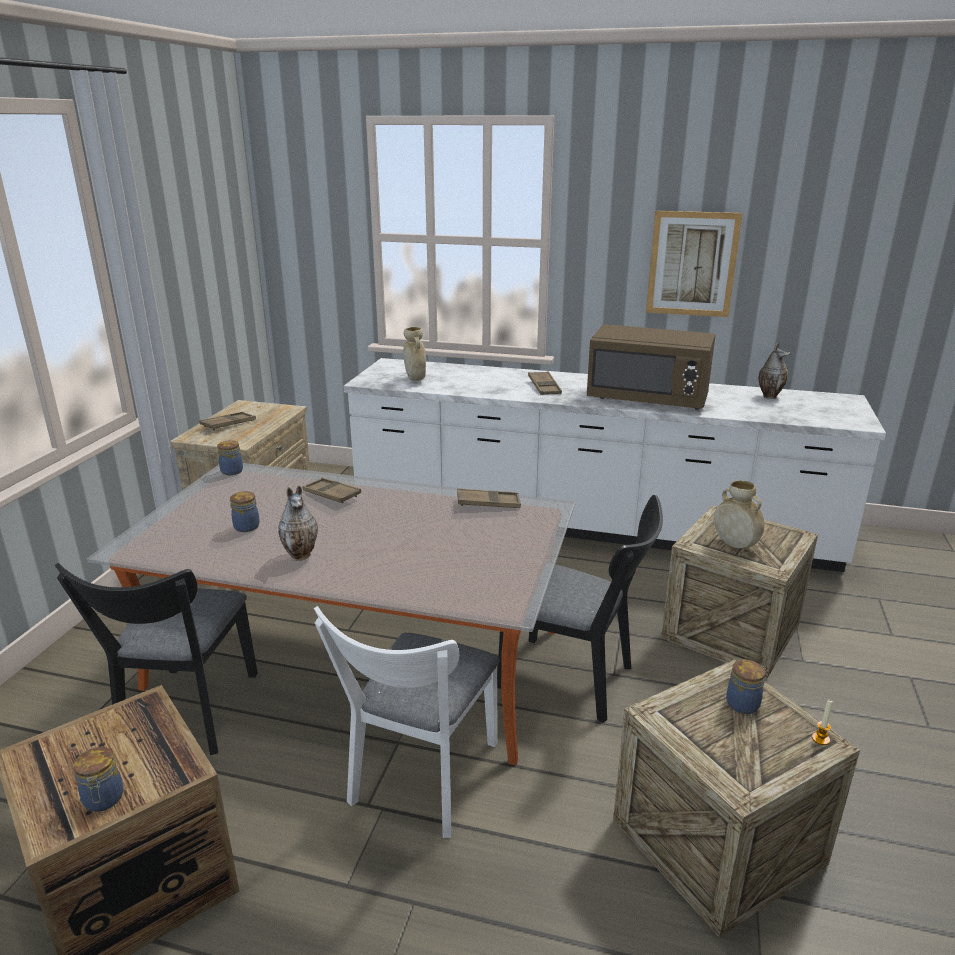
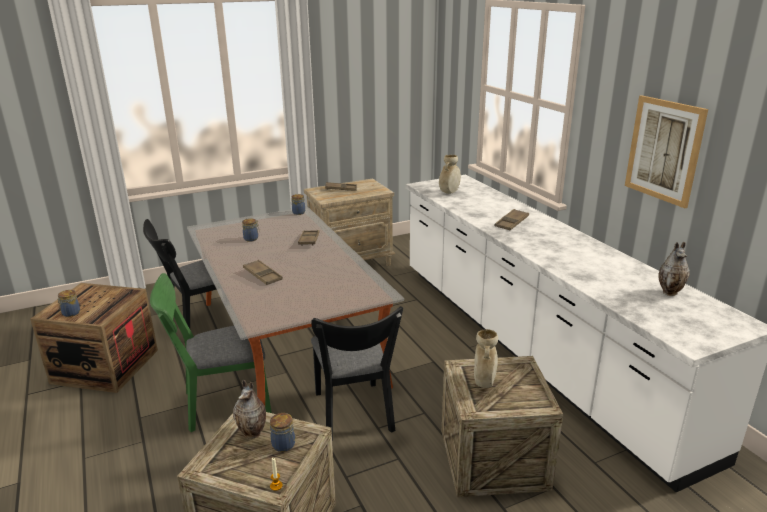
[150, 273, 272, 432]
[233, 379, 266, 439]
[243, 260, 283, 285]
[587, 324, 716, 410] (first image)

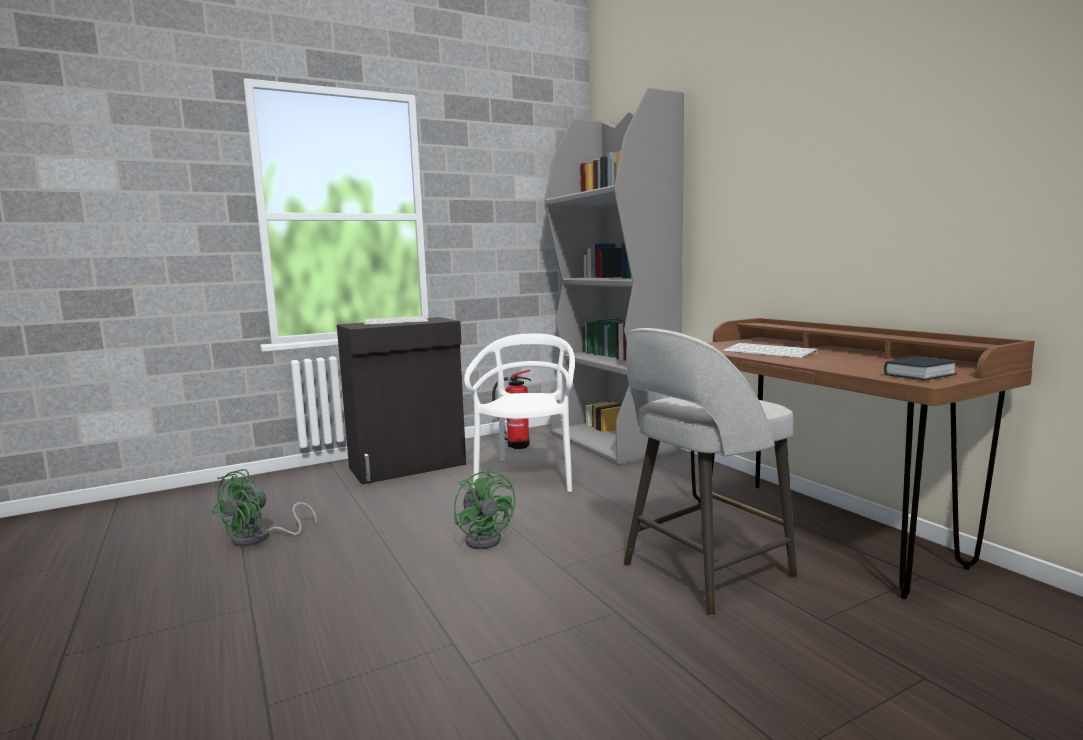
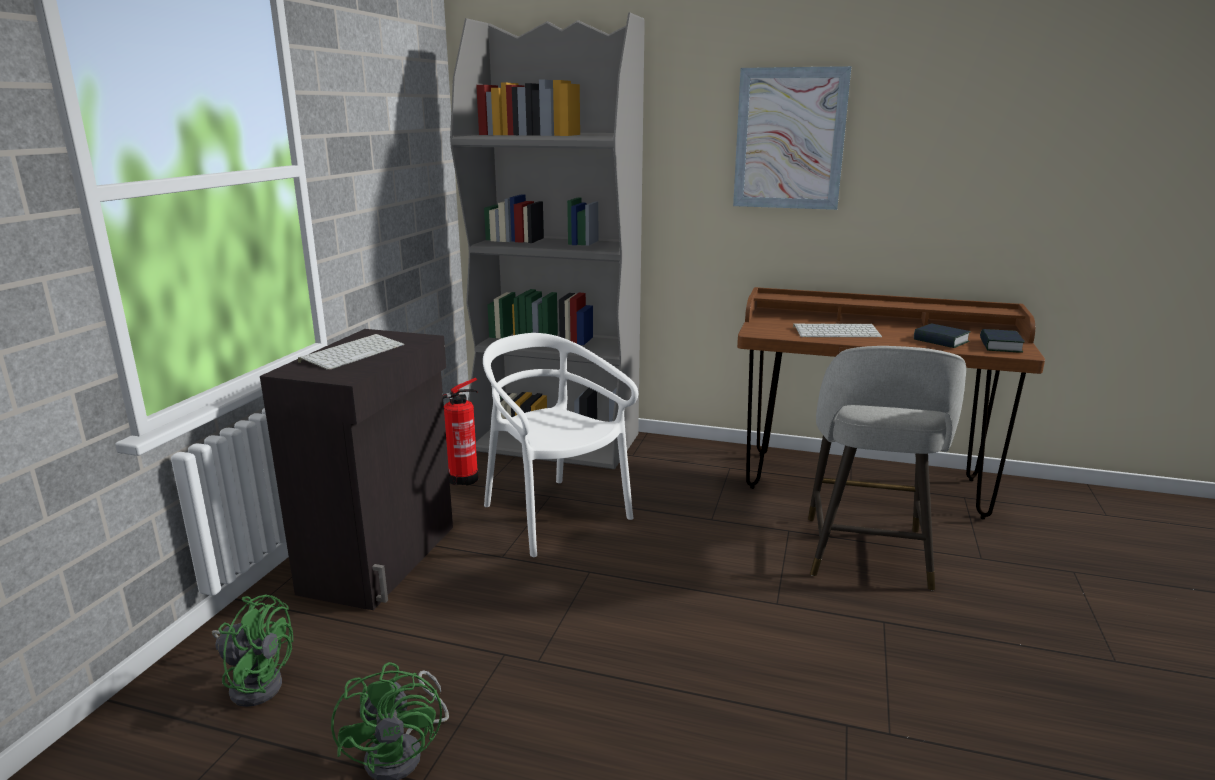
[212, 594, 293, 707]
[733, 66, 851, 210]
[914, 324, 971, 348]

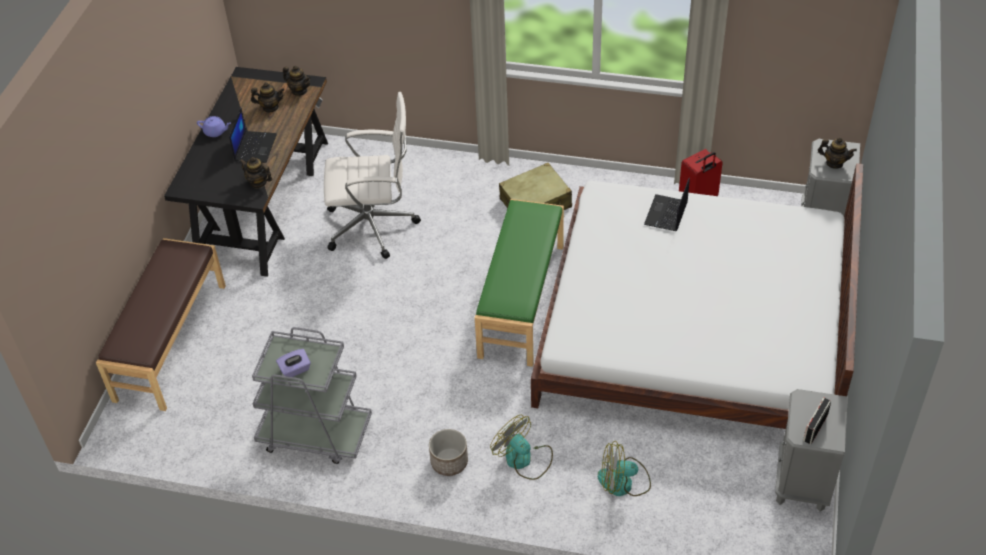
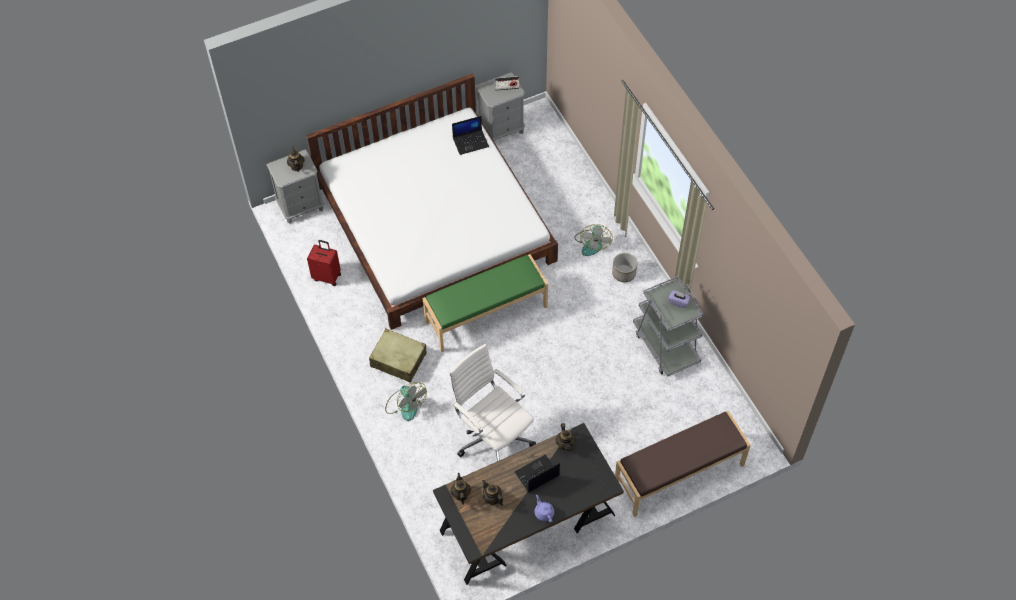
[385, 382, 427, 421]
[452, 116, 489, 155]

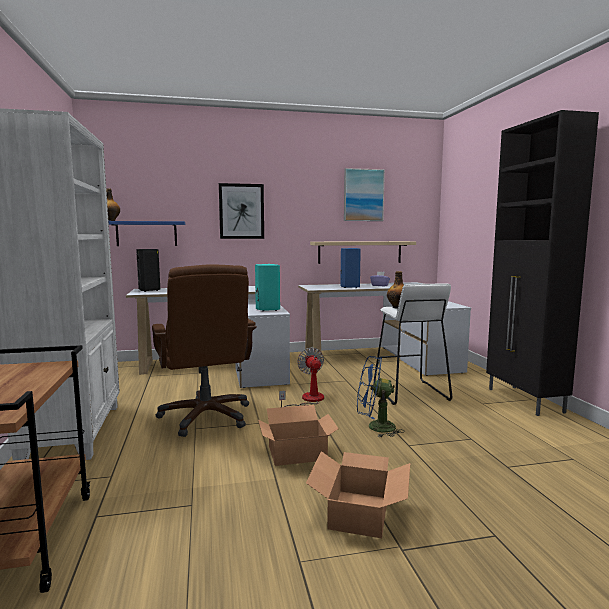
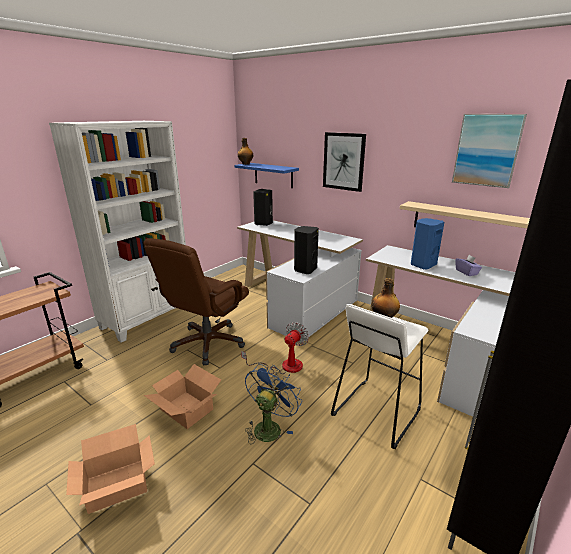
[245, 364, 302, 444]
[294, 226, 319, 274]

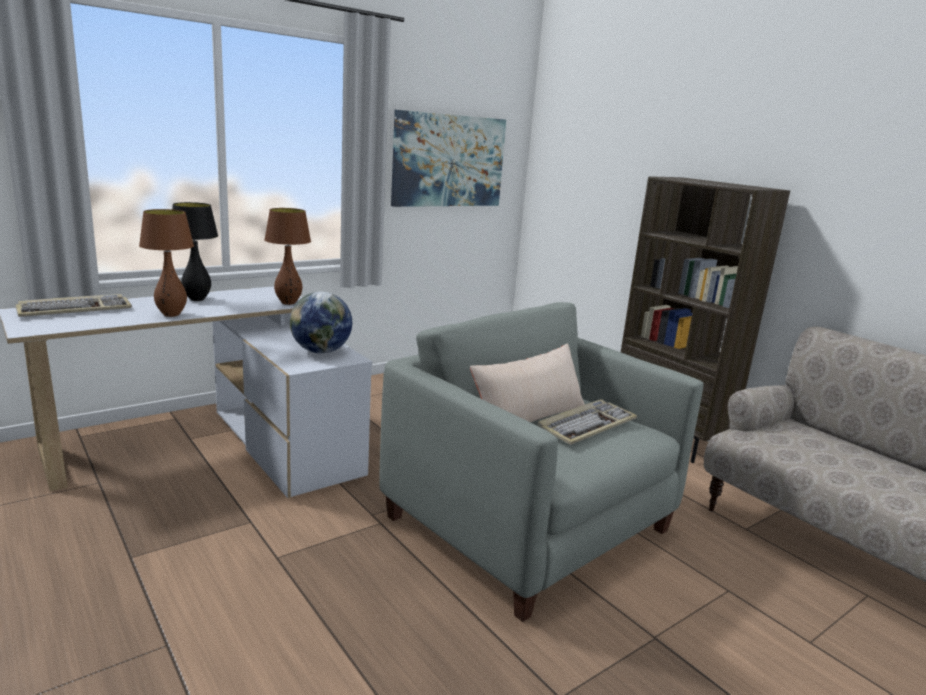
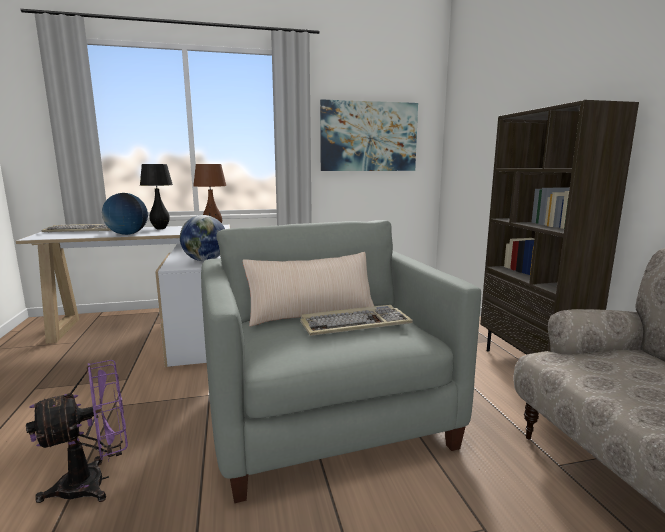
[26, 360, 128, 503]
[102, 193, 148, 235]

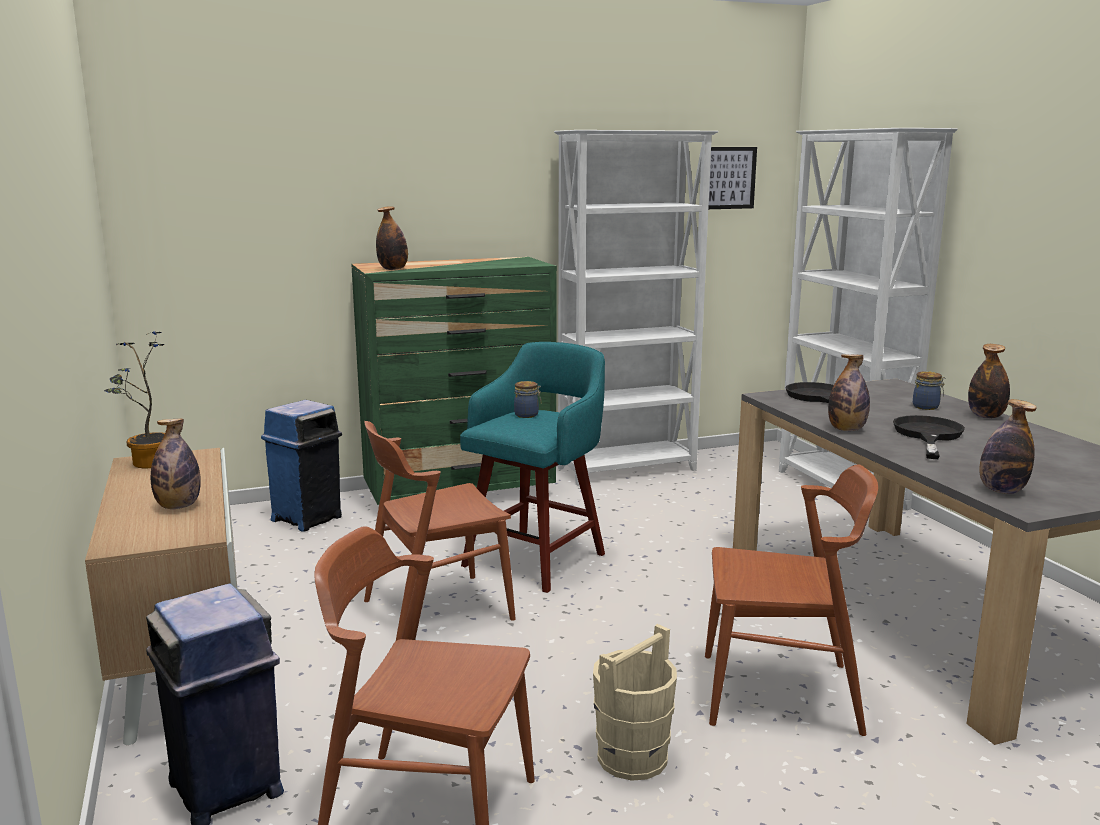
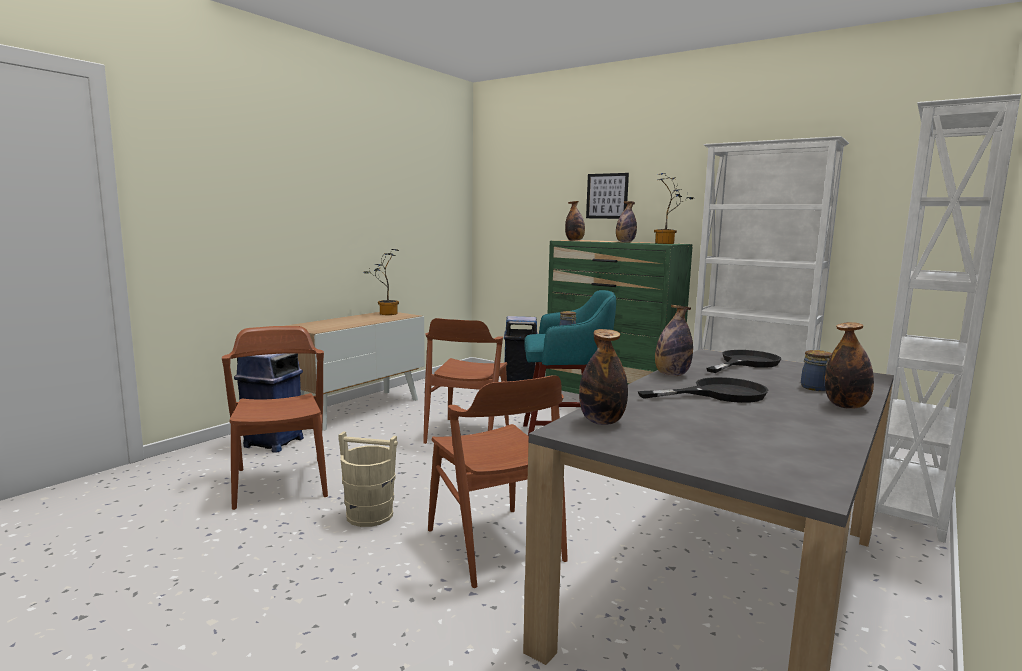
[423, 318, 509, 444]
[586, 173, 629, 219]
[616, 201, 637, 242]
[654, 173, 694, 244]

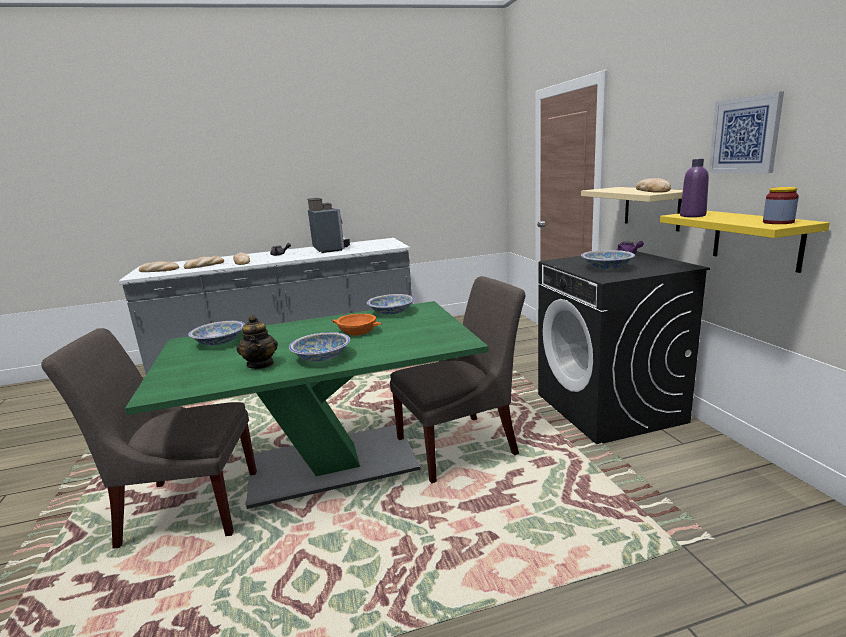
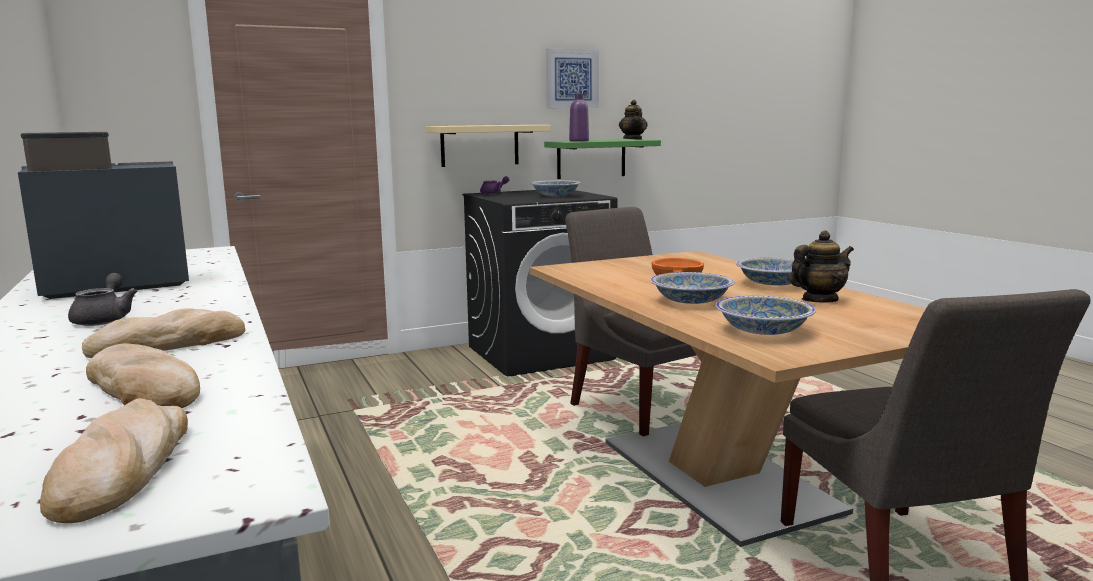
[529, 251, 926, 547]
[544, 139, 661, 179]
[619, 100, 647, 140]
[650, 272, 735, 304]
[636, 178, 671, 193] (first image)

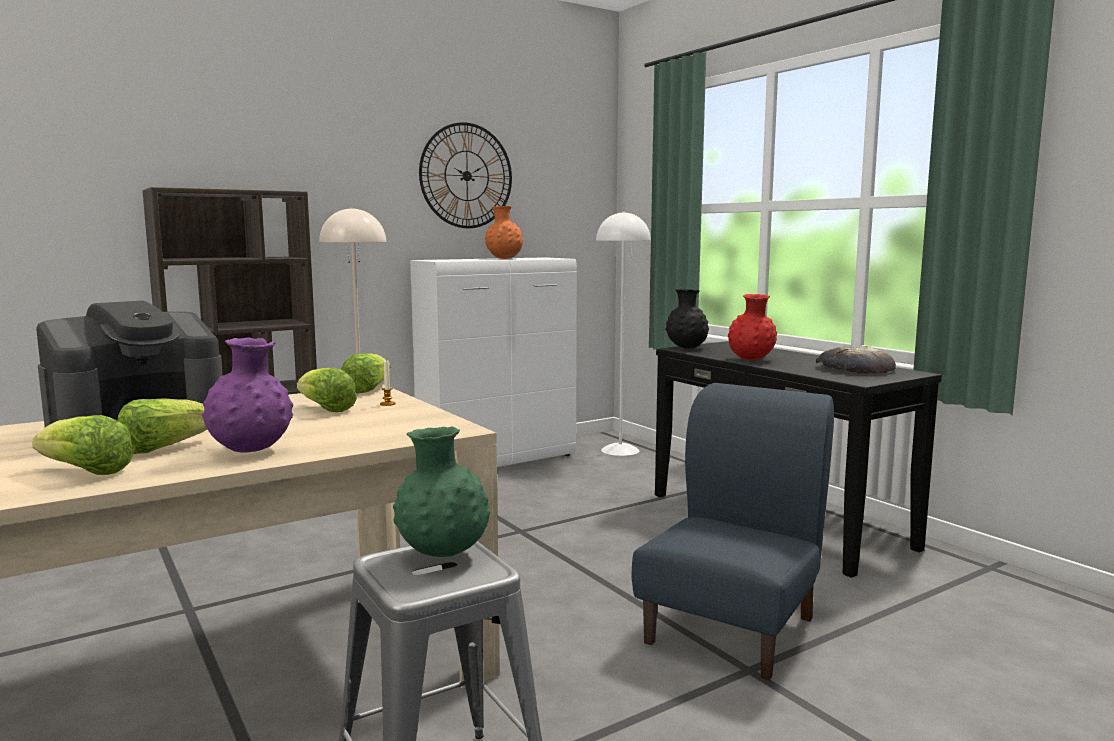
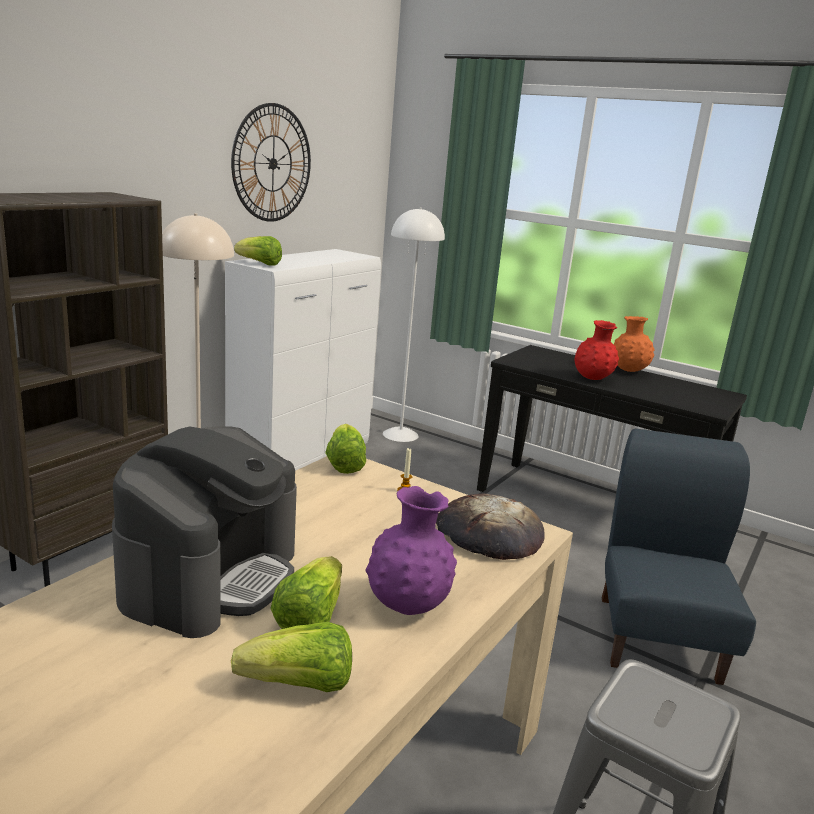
[234, 236, 282, 265]
[436, 494, 545, 560]
[613, 316, 655, 372]
[393, 427, 490, 557] (first image)
[665, 289, 709, 349] (first image)

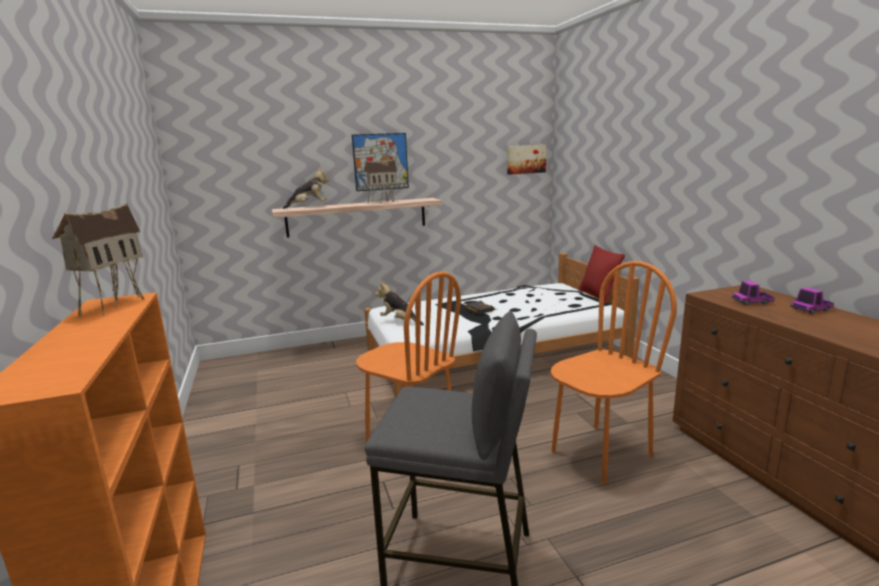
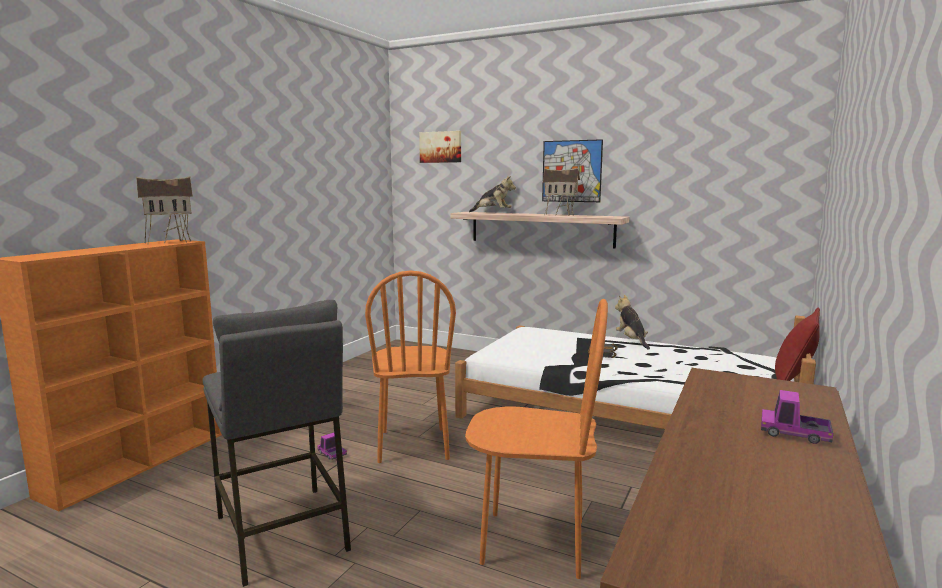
[317, 432, 347, 460]
[419, 131, 461, 163]
[615, 295, 650, 349]

